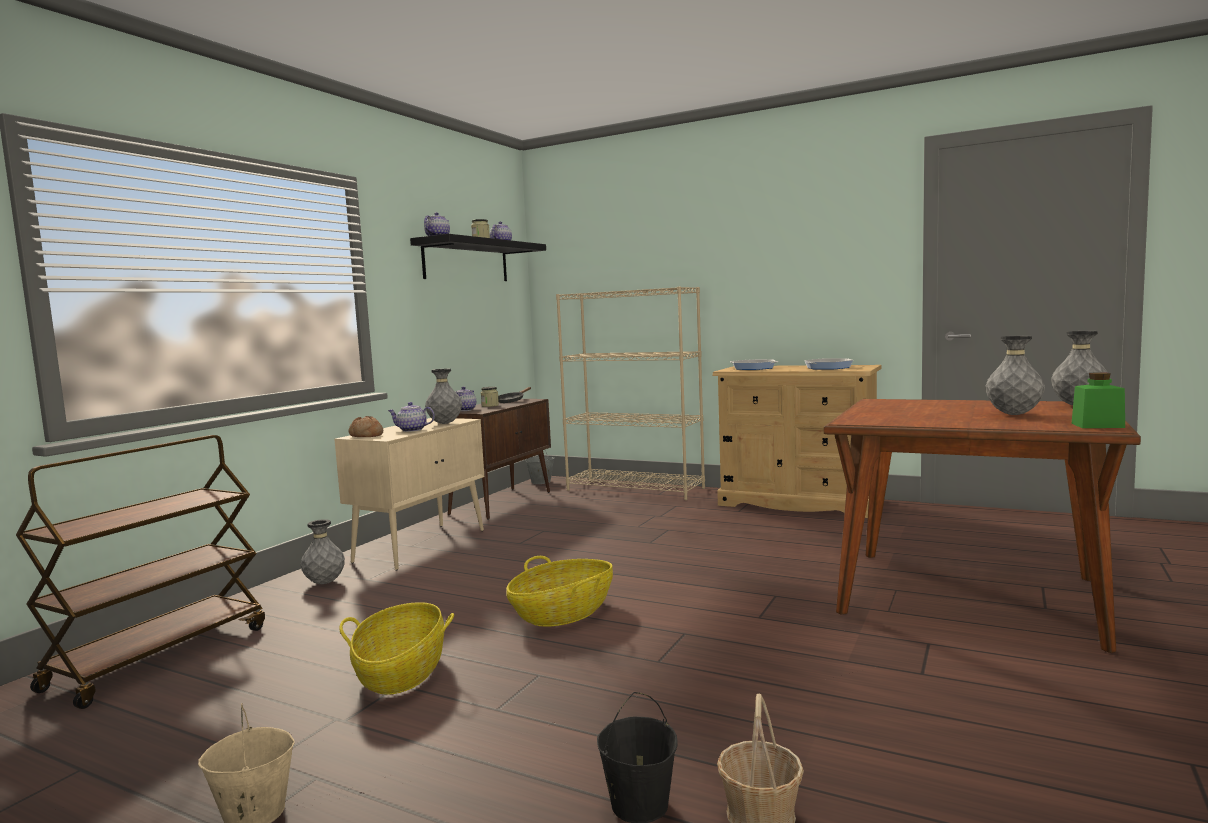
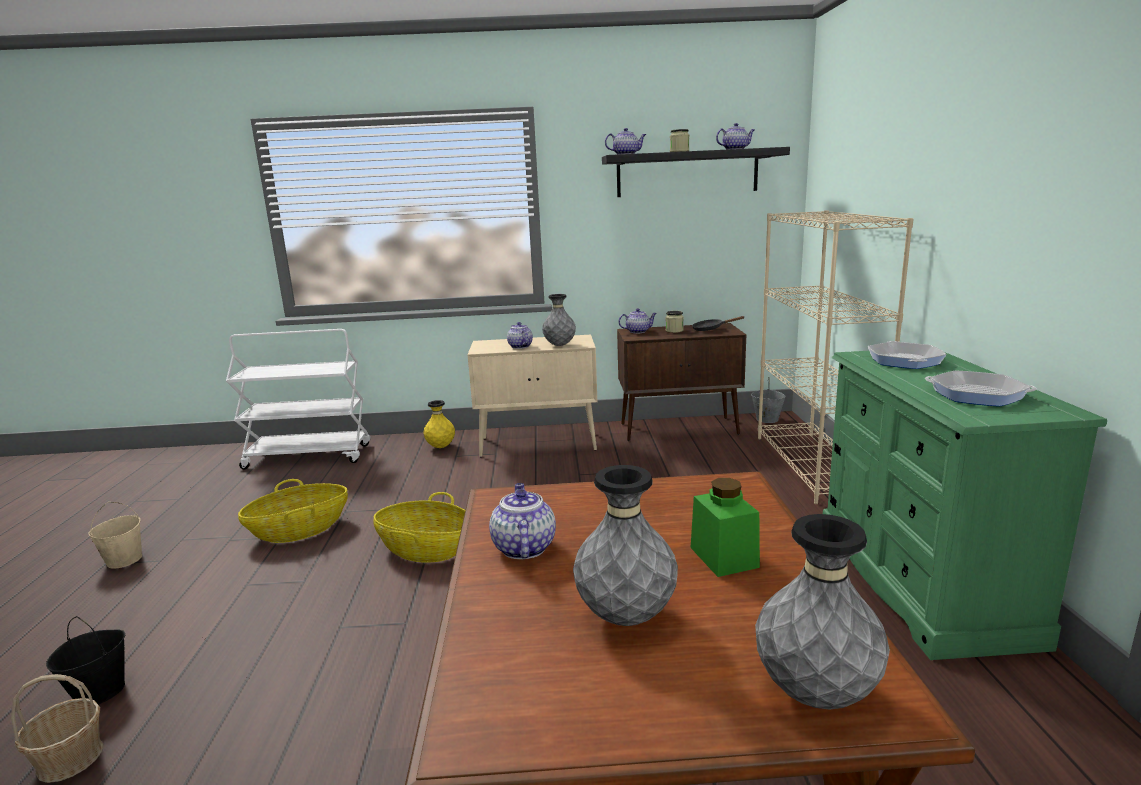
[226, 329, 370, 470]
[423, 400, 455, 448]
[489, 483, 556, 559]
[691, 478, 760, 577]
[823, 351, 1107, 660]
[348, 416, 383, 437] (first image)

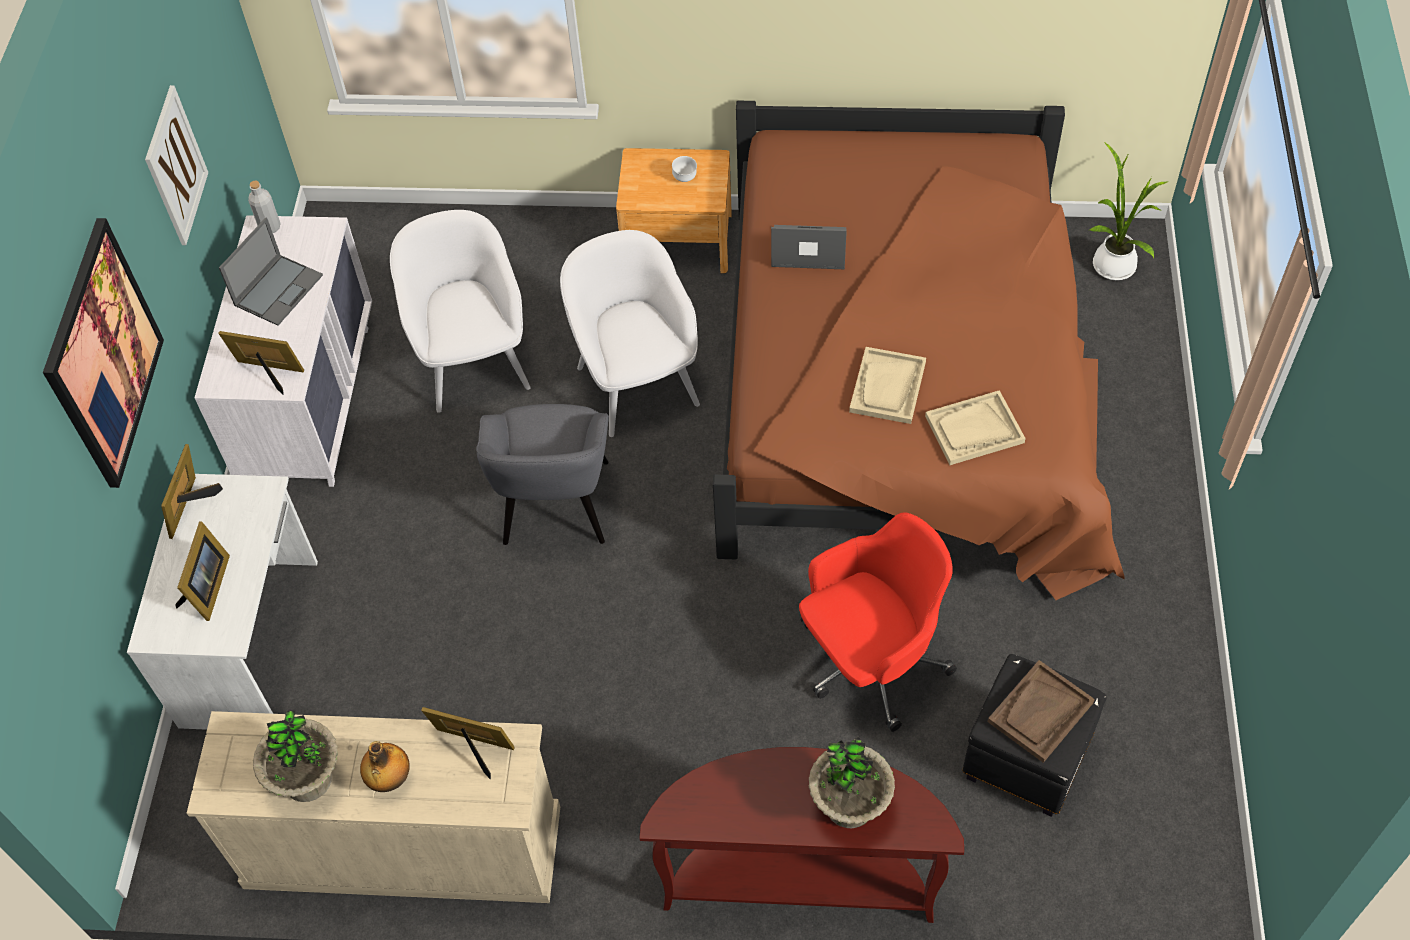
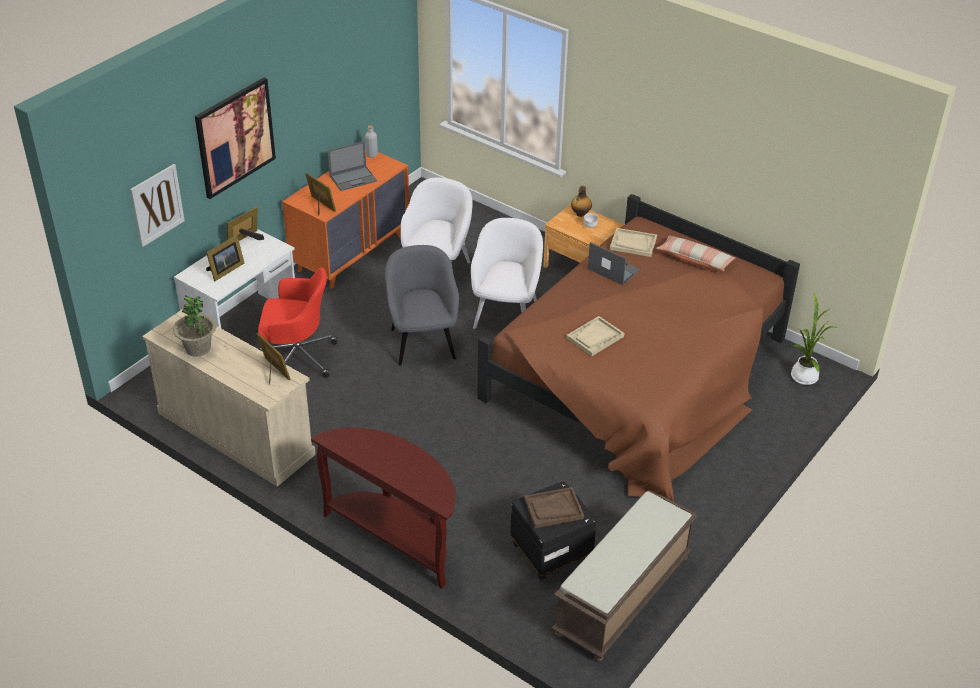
[130, 164, 185, 247]
[258, 267, 338, 378]
[282, 147, 409, 289]
[385, 245, 459, 366]
[551, 490, 698, 662]
[571, 185, 592, 217]
[610, 228, 657, 257]
[656, 236, 736, 271]
[809, 736, 895, 828] (first image)

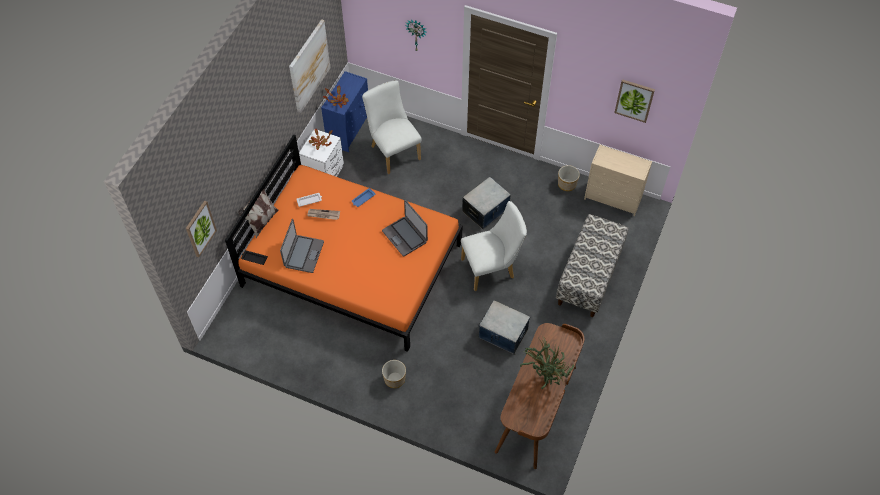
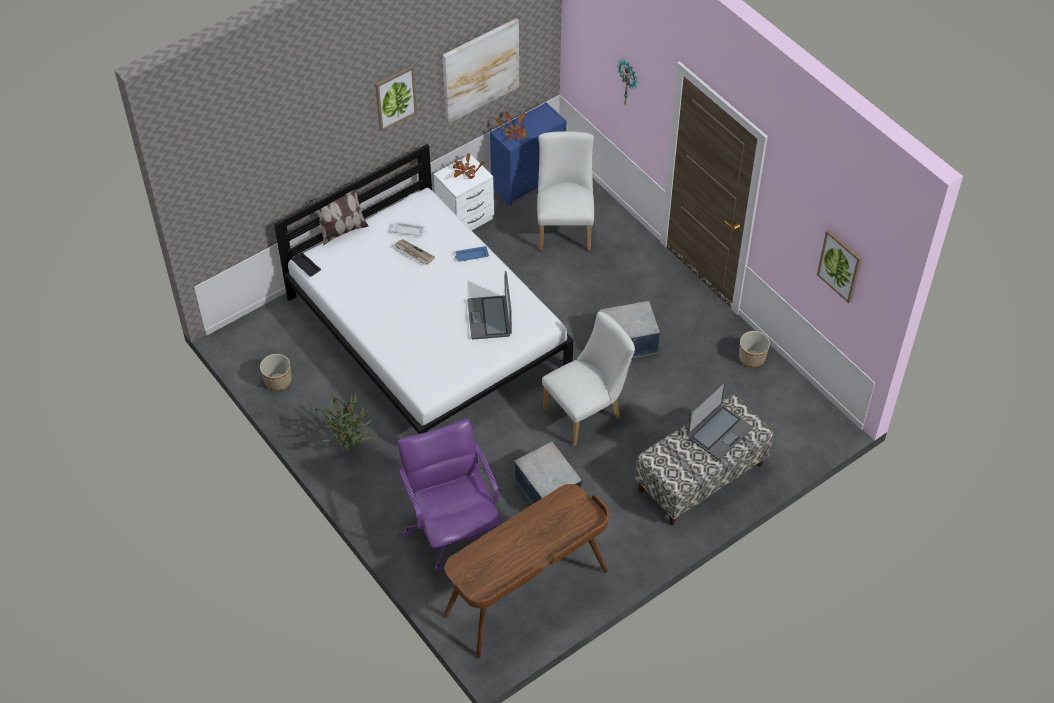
[260, 354, 291, 391]
[274, 144, 573, 434]
[315, 389, 375, 453]
[375, 66, 417, 131]
[398, 419, 502, 572]
[542, 311, 635, 446]
[687, 381, 753, 460]
[584, 144, 652, 216] (first image)

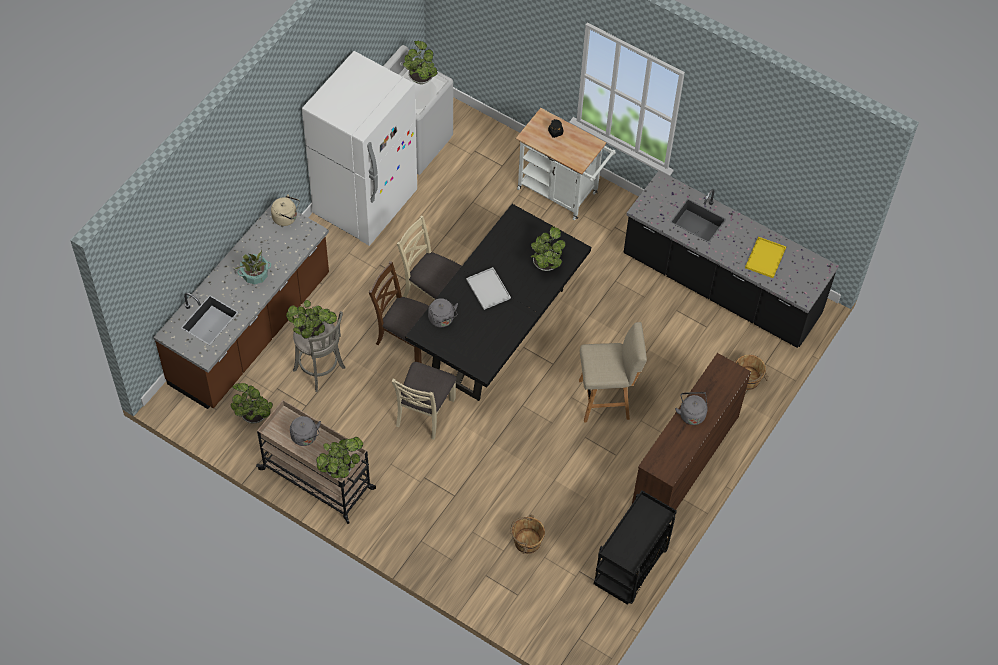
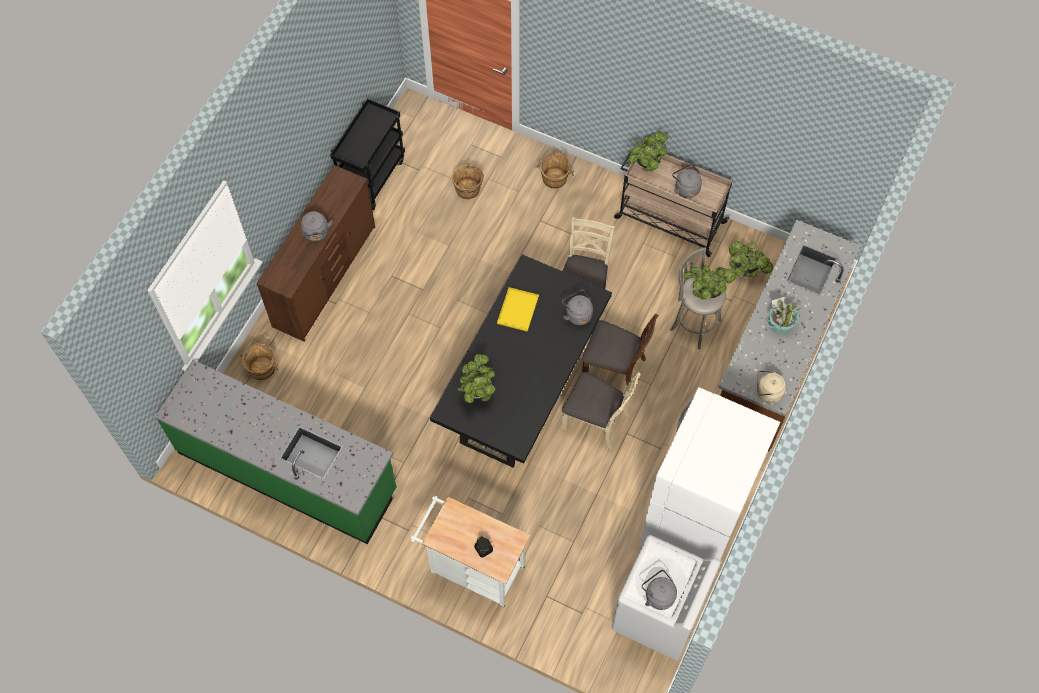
[155, 360, 397, 544]
[497, 287, 539, 332]
[536, 152, 574, 189]
[642, 570, 677, 610]
[466, 267, 511, 310] (first image)
[579, 322, 647, 422] (first image)

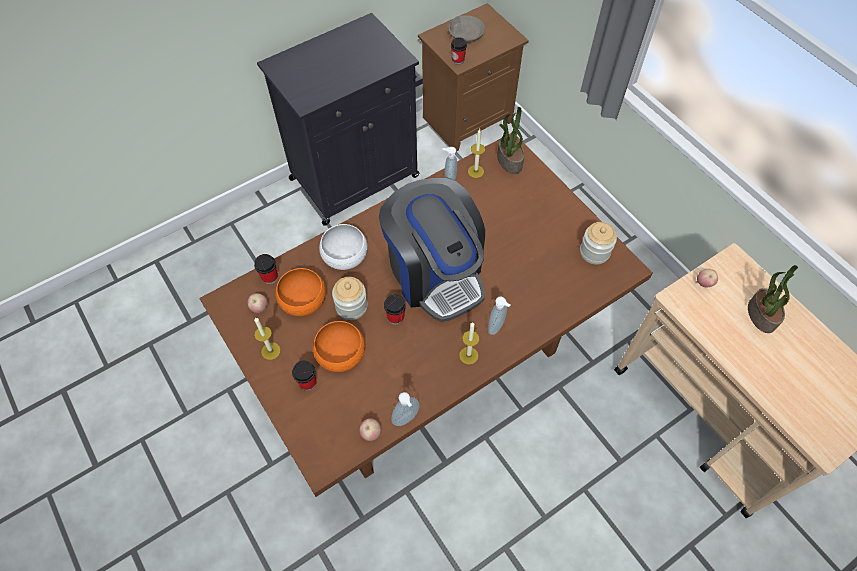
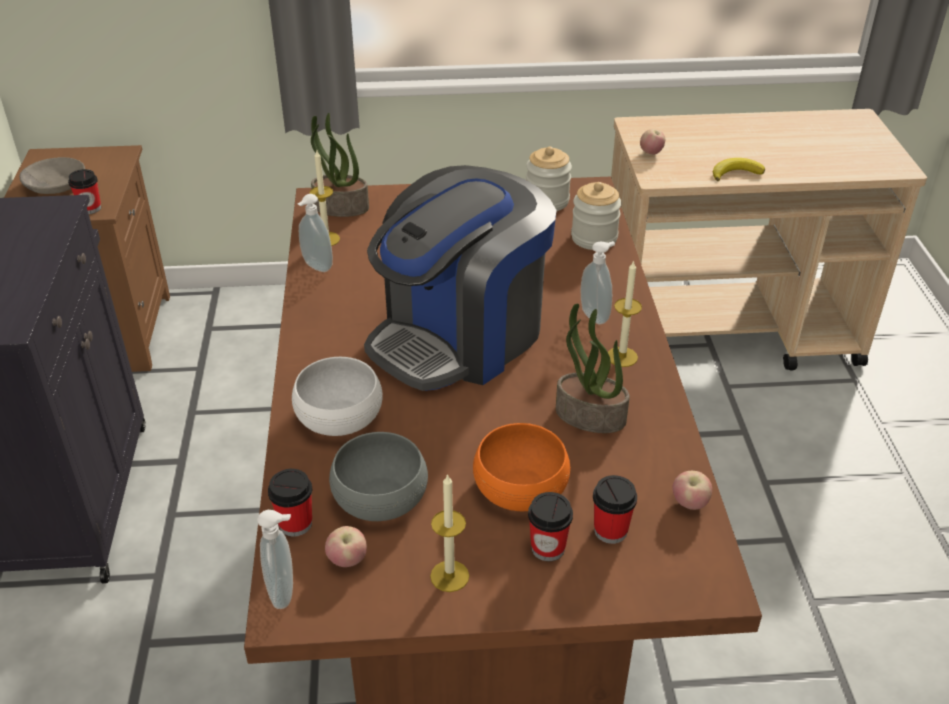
[257, 510, 293, 609]
[329, 432, 428, 521]
[364, 165, 557, 391]
[556, 304, 630, 433]
[571, 182, 622, 250]
[593, 475, 637, 544]
[713, 158, 765, 181]

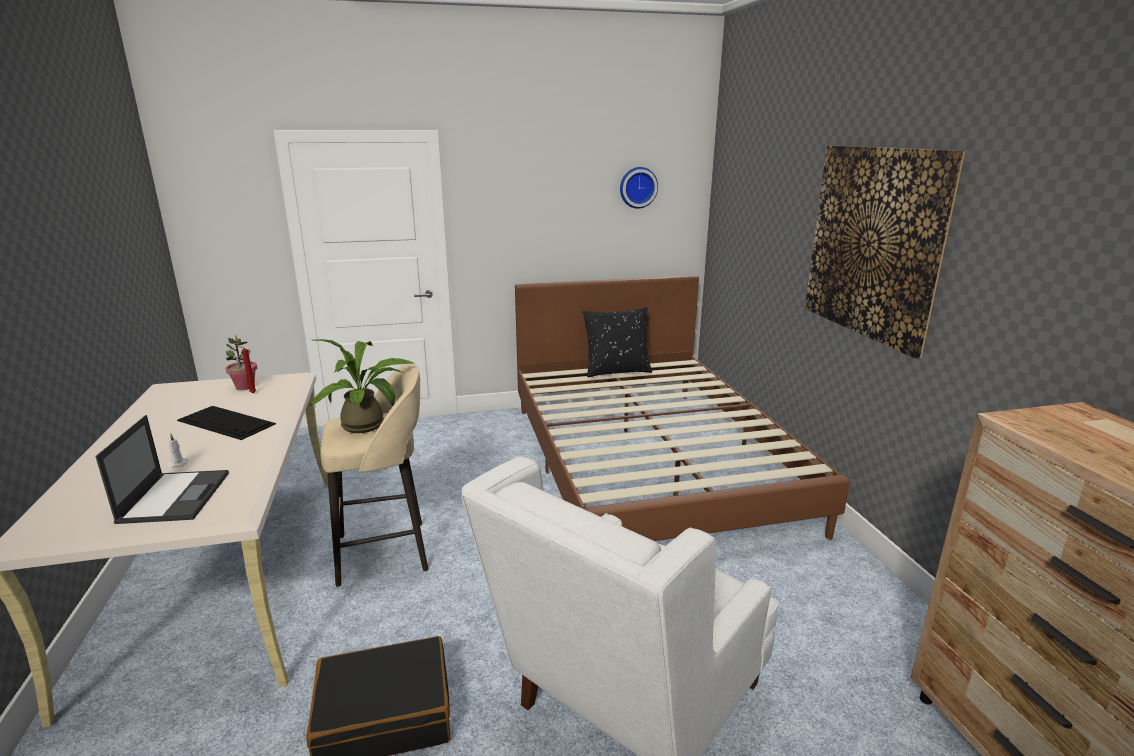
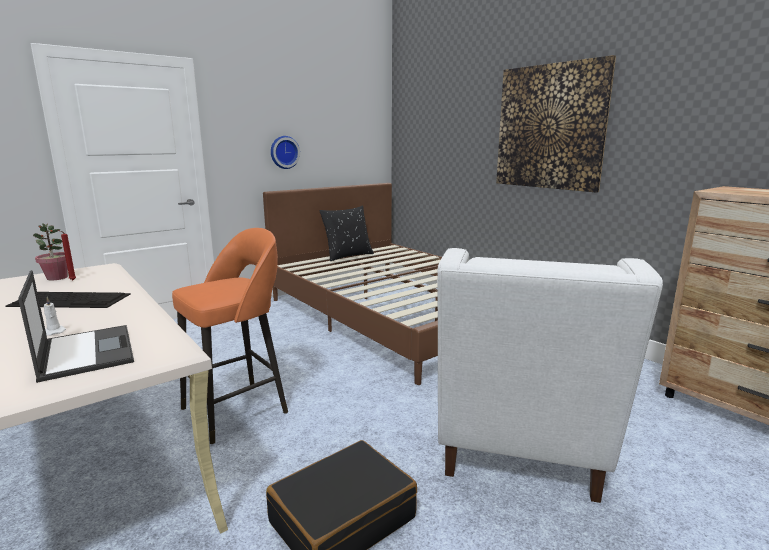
[172, 228, 288, 444]
[271, 136, 300, 169]
[309, 339, 415, 433] (first image)

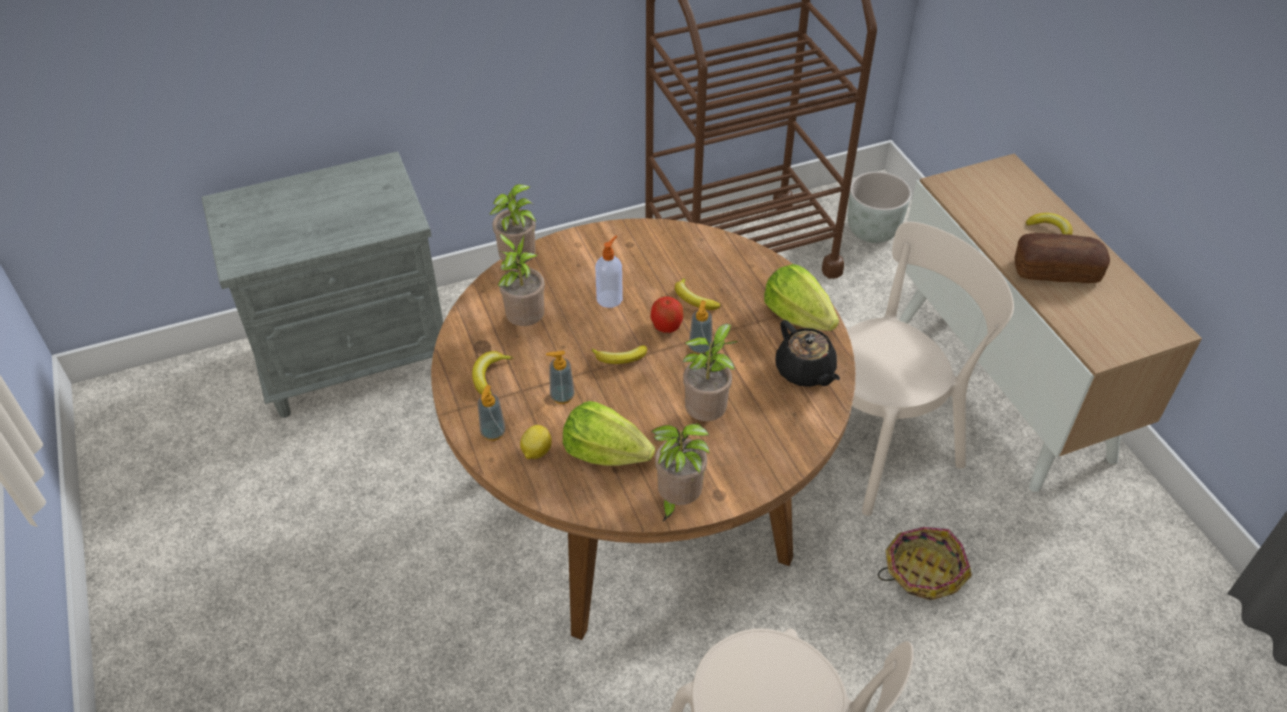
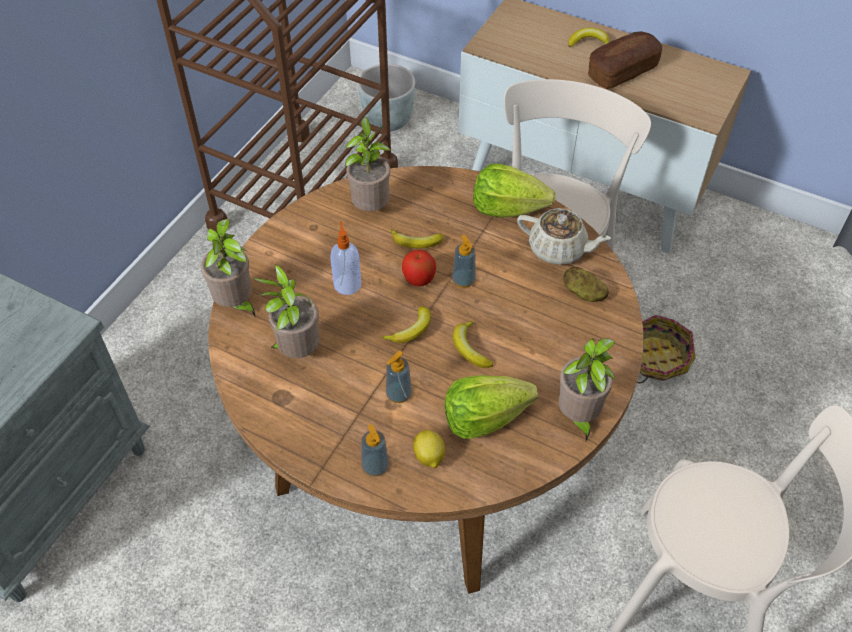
[345, 117, 391, 211]
[453, 320, 493, 368]
[517, 208, 611, 265]
[563, 266, 608, 302]

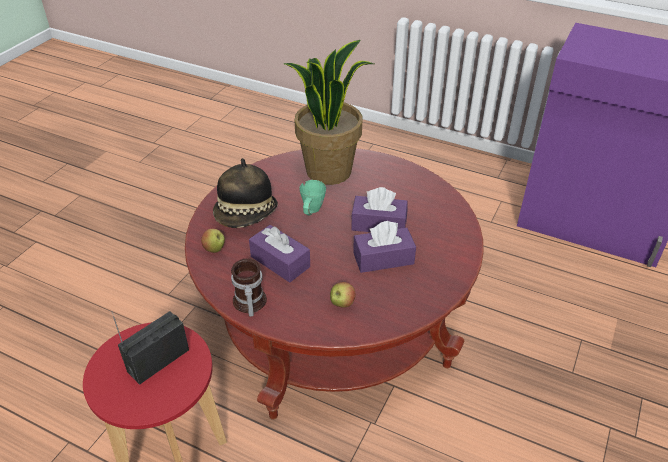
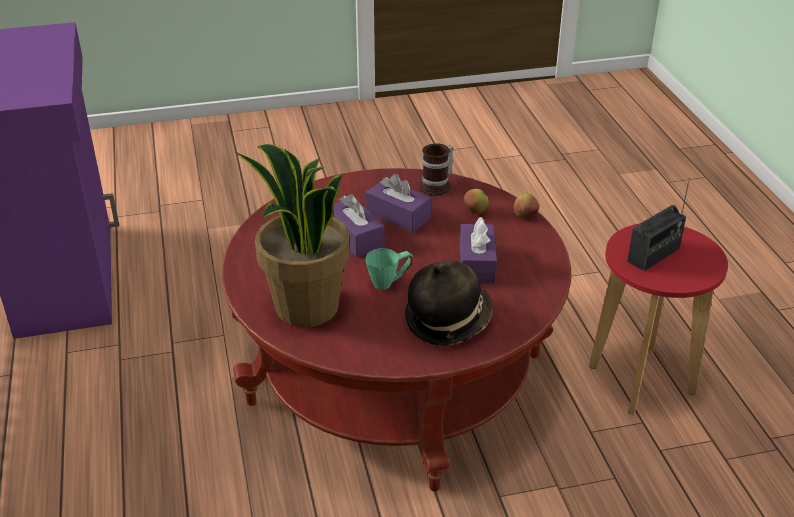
[419, 143, 454, 196]
[514, 194, 539, 217]
[627, 177, 690, 271]

